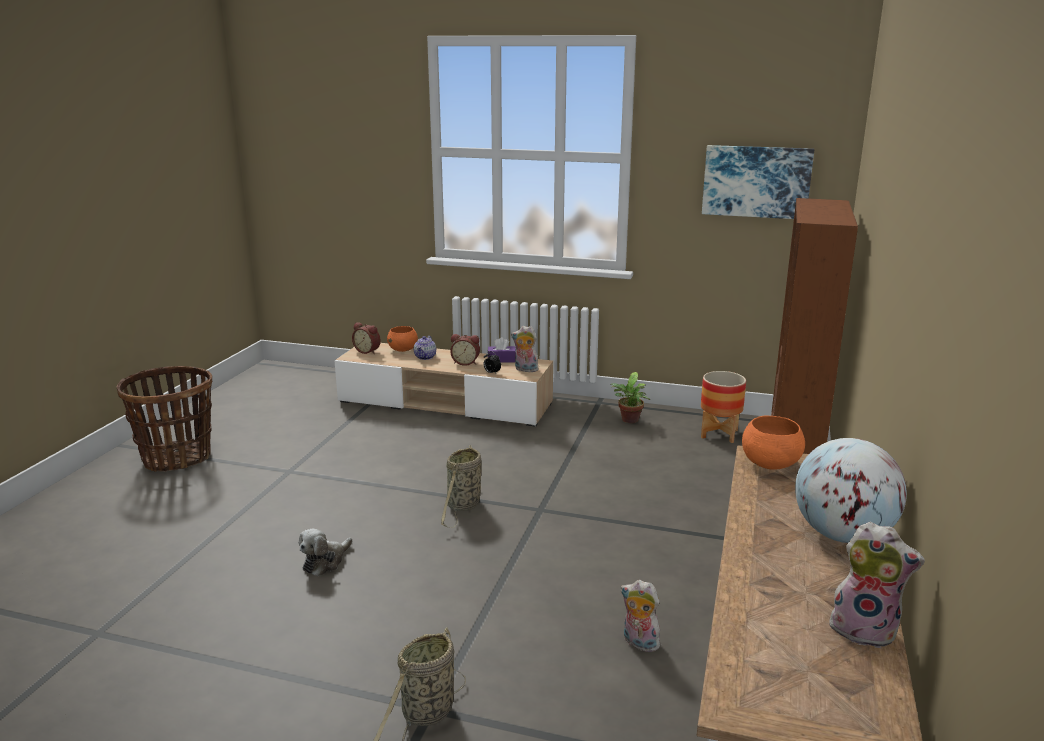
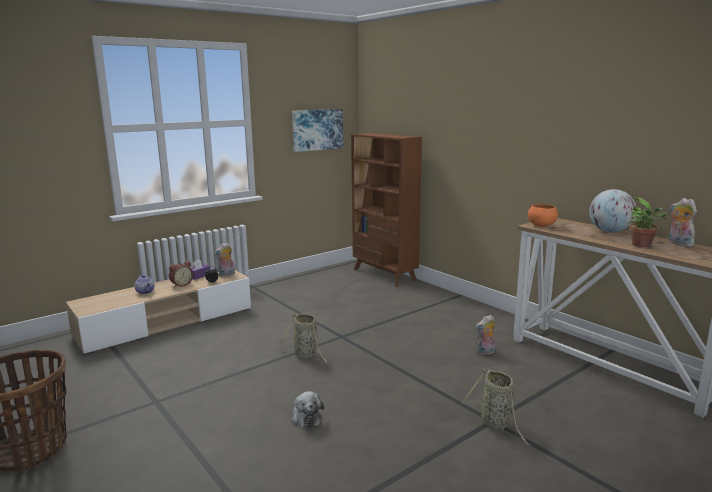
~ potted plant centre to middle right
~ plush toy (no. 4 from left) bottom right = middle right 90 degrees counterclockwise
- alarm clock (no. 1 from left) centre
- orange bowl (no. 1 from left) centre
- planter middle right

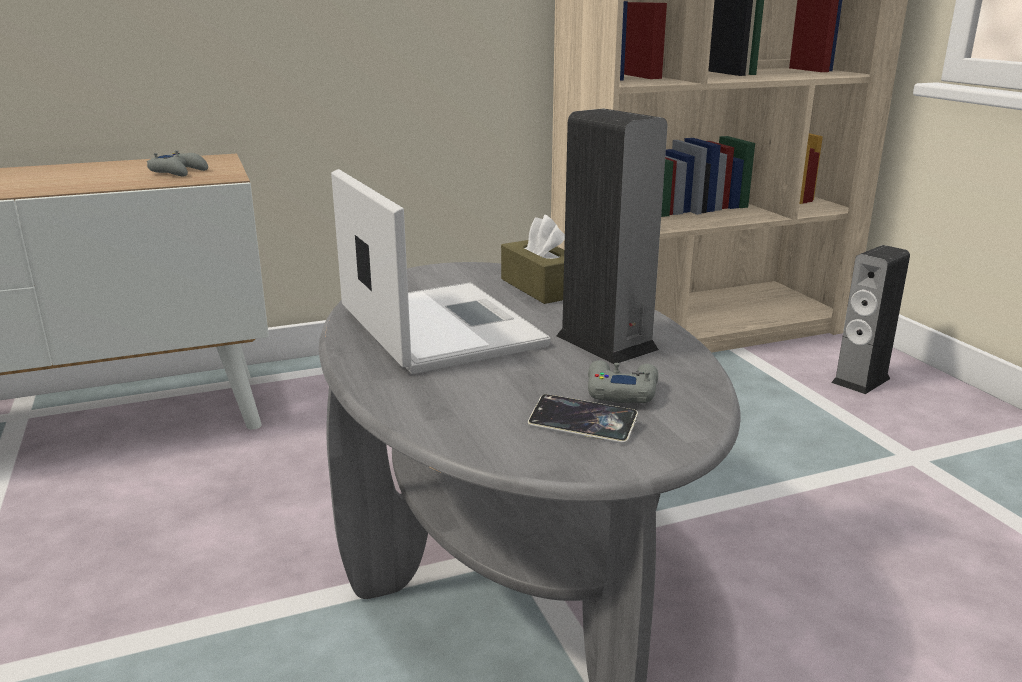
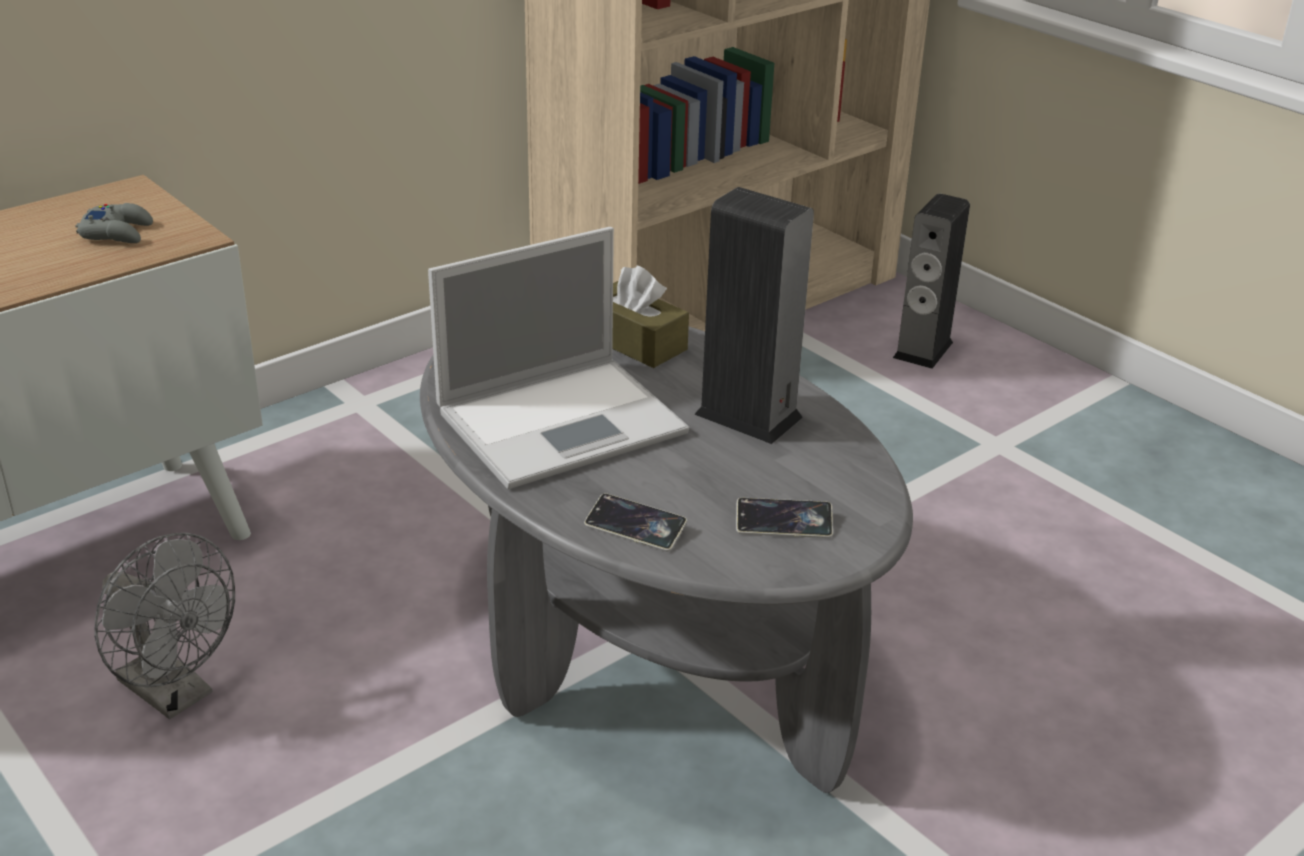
+ grey fan bottom left
~ laptop centre = centre 105 degrees clockwise
+ phone (no. 1 from left) centre
- grey game controller (no. 2 from left) centre

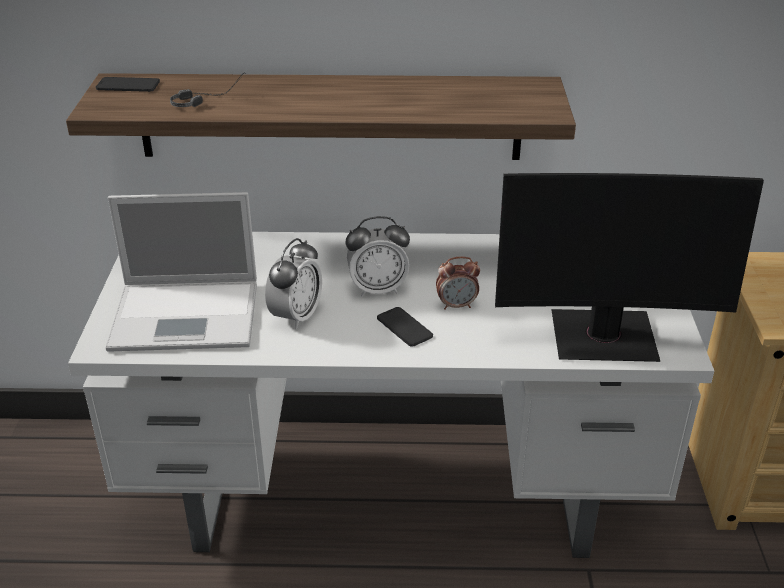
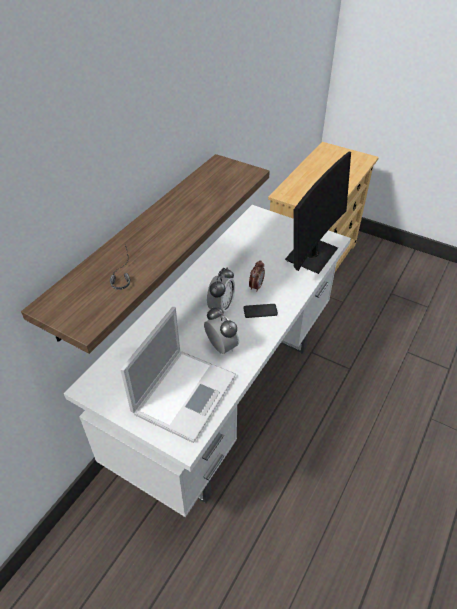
- phone (no. 1 from left) top left

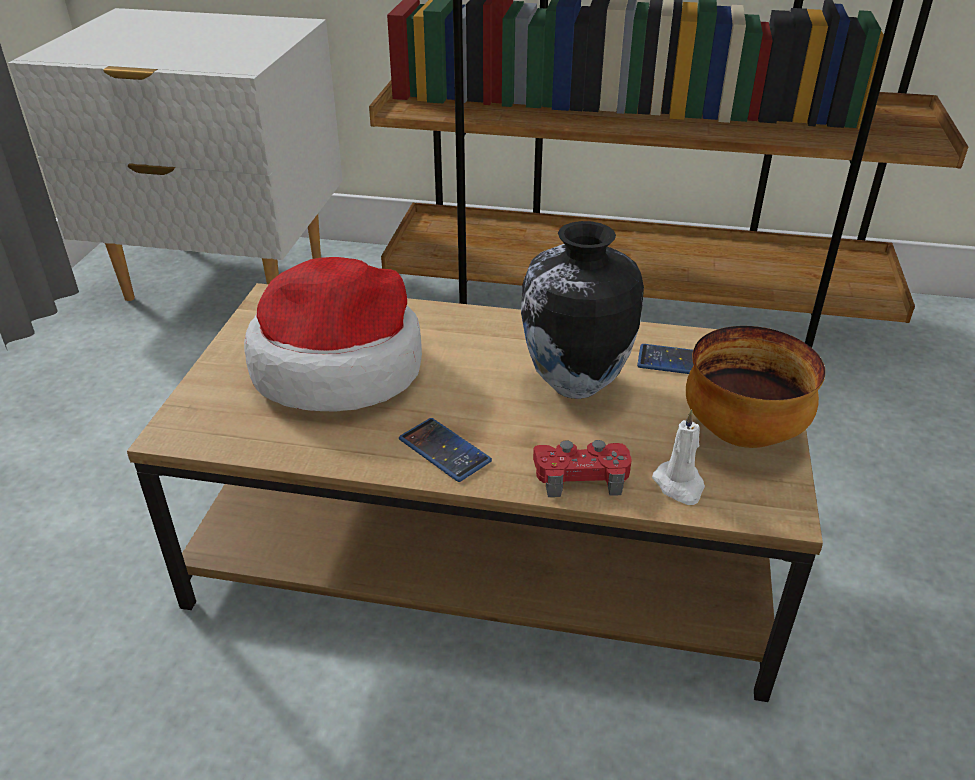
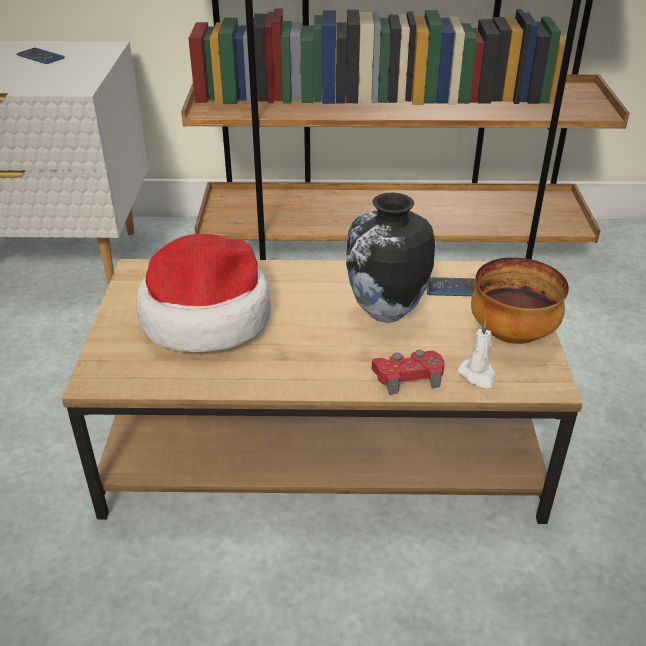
~ phone (no. 1 from left) centre to top left

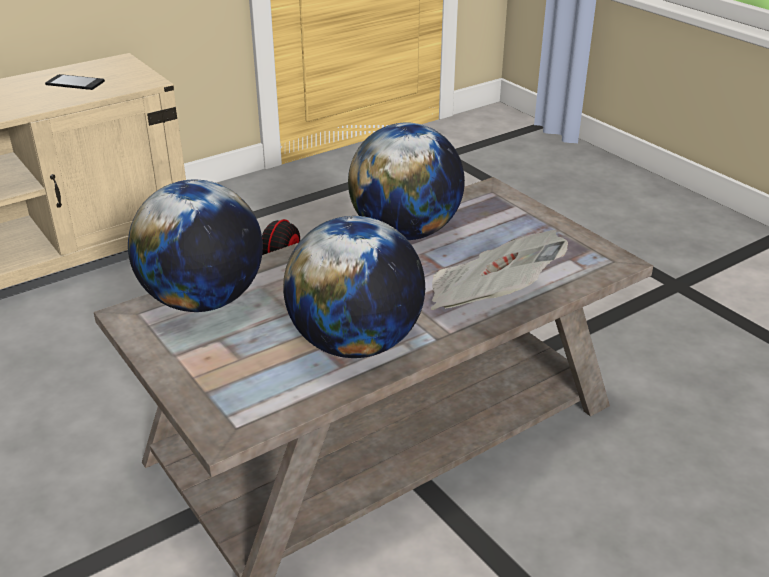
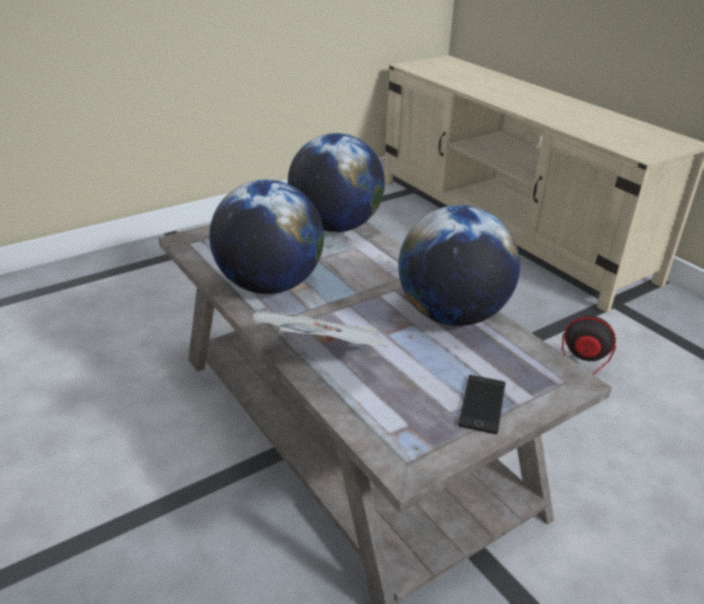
~ phone top left to bottom right

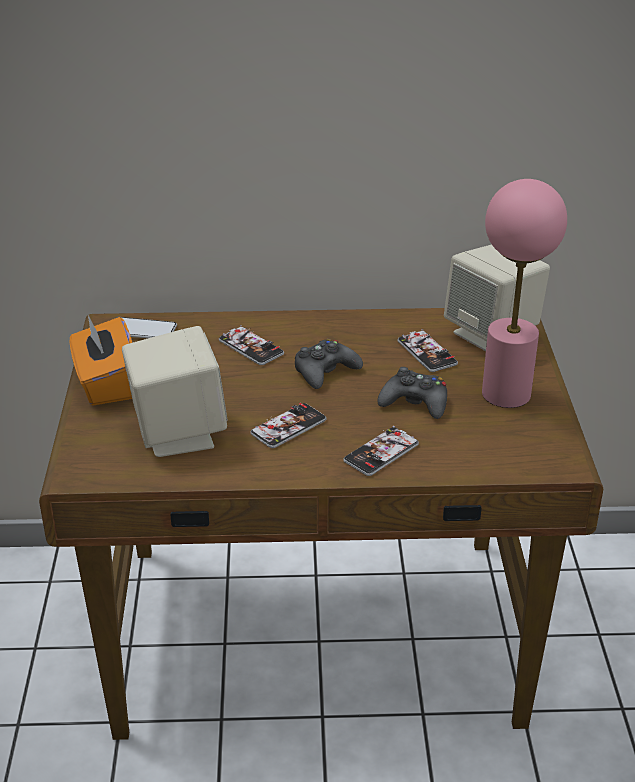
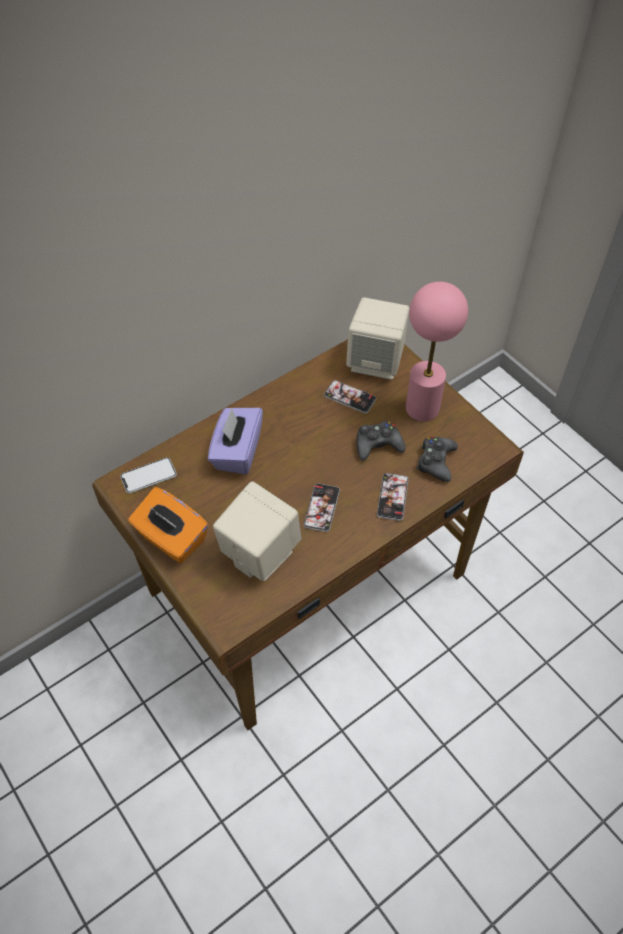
~ phone (no. 2 from left) centre to purple tissue box centre
~ black game controller (no. 1 from left in the first image) centre to black game controller (no. 2 from left) middle right

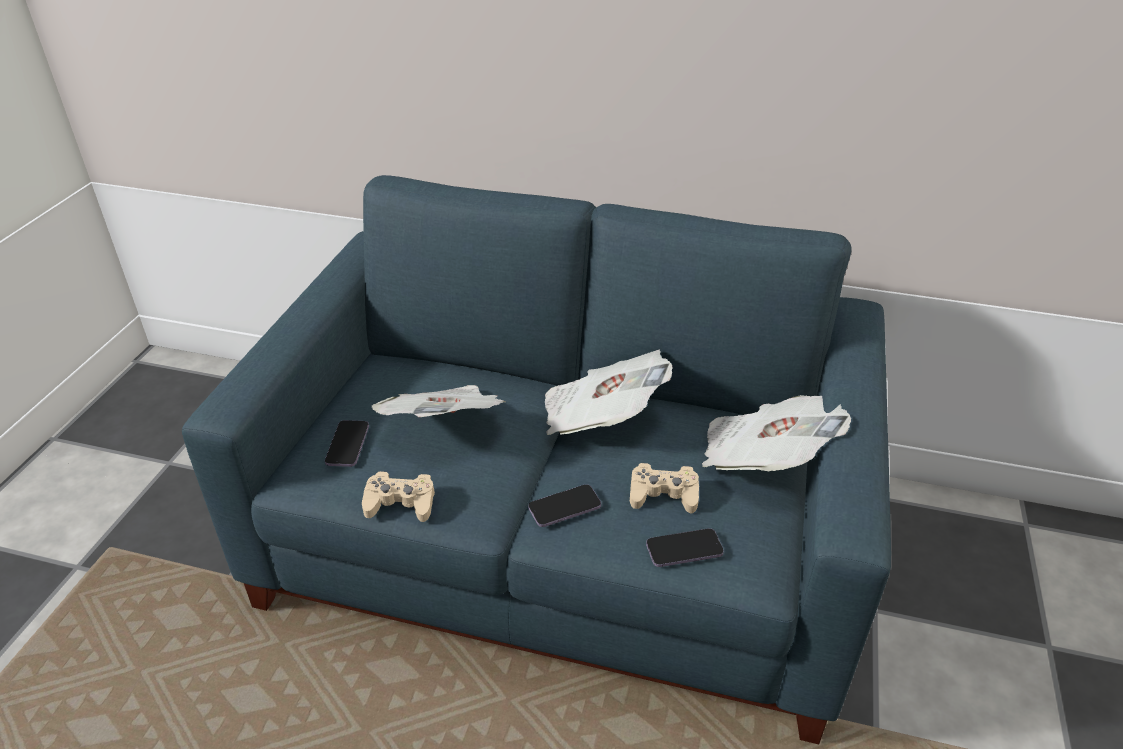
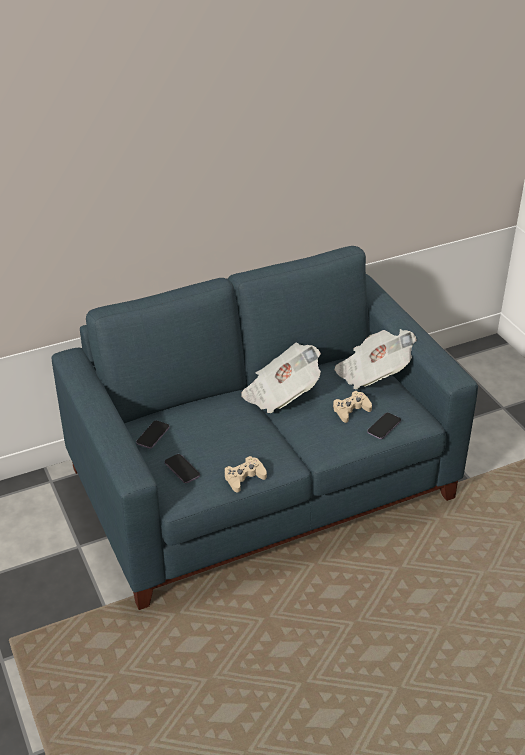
~ phone (no. 2 from left in the first image) bottom centre to phone (no. 1 from left) middle left
- newspaper (no. 1 from left) centre

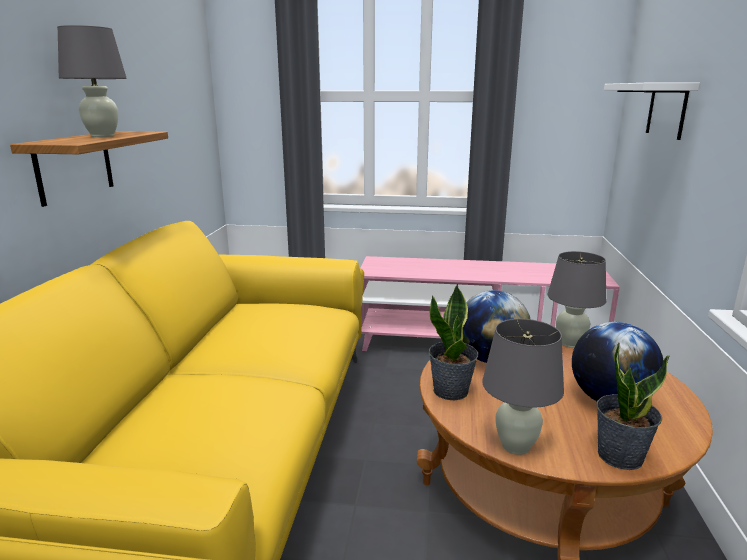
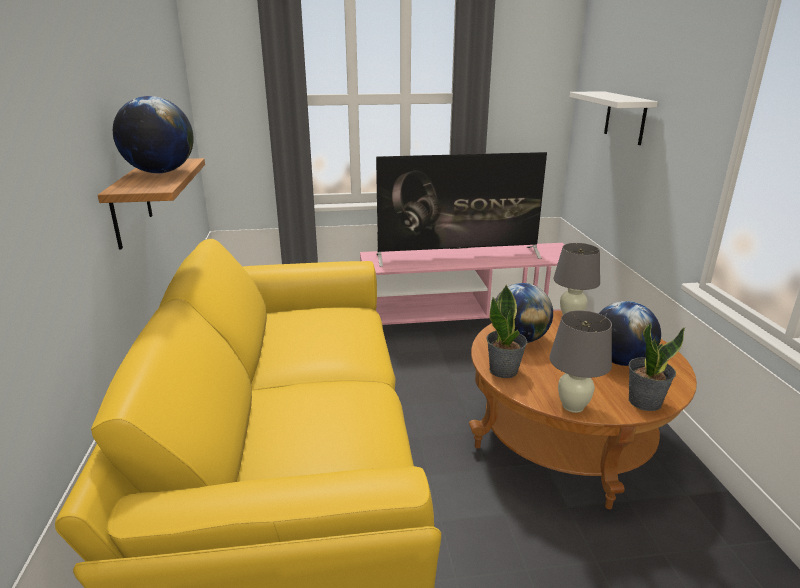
~ grey table lamp (no. 1 from left) top left to globe (no. 1 from left) top left
+ television centre

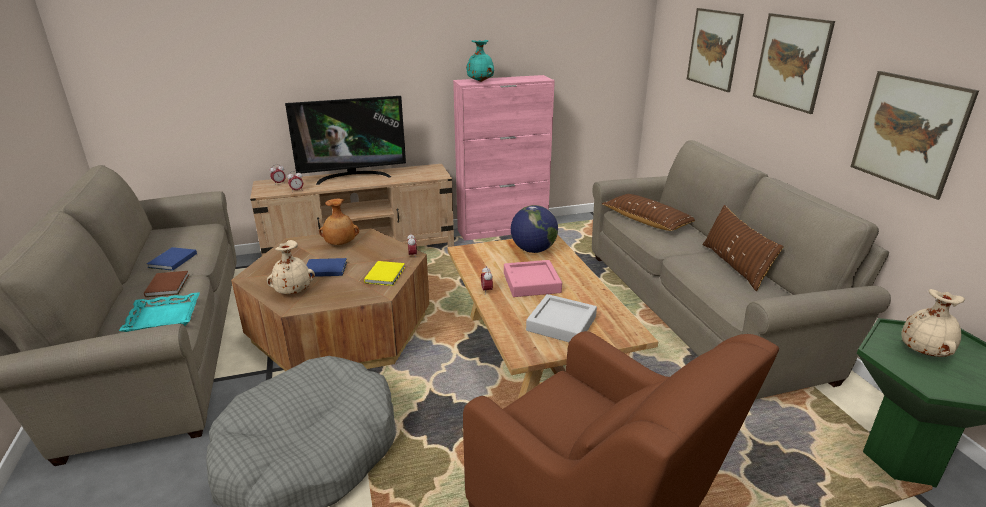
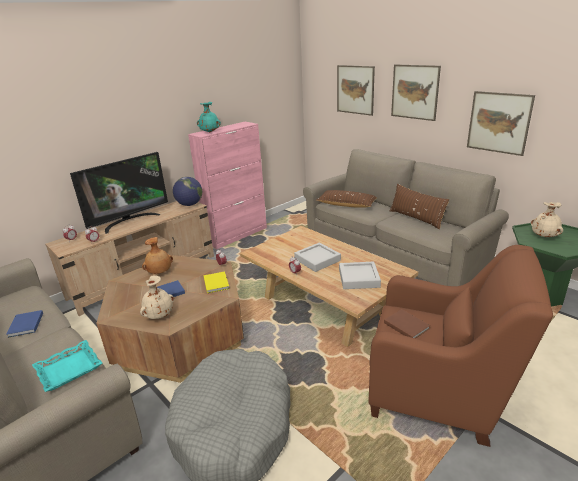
~ globe centre to middle left
~ pink tray centre to grey tray (no. 1 from left) centre
~ brown book middle left to bottom right

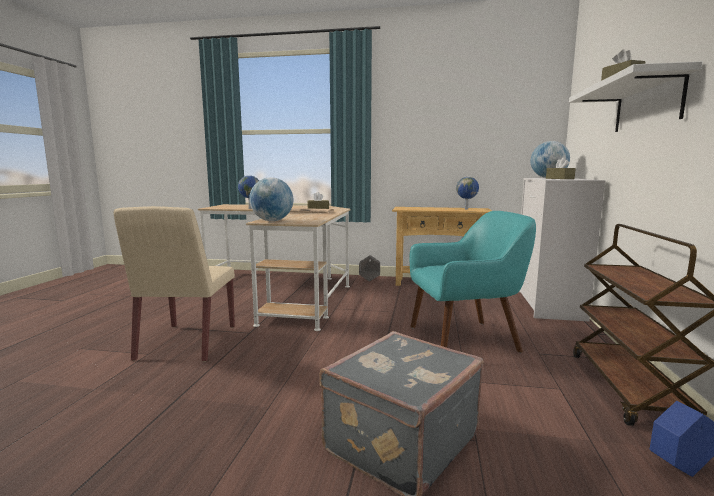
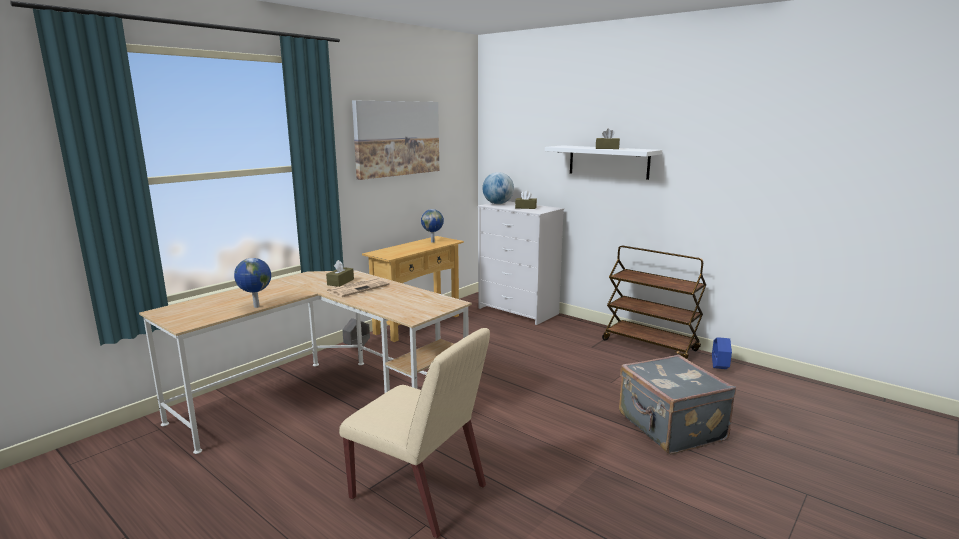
+ picture top centre
- globe (no. 2 from left) centre
- turquoise armchair centre

